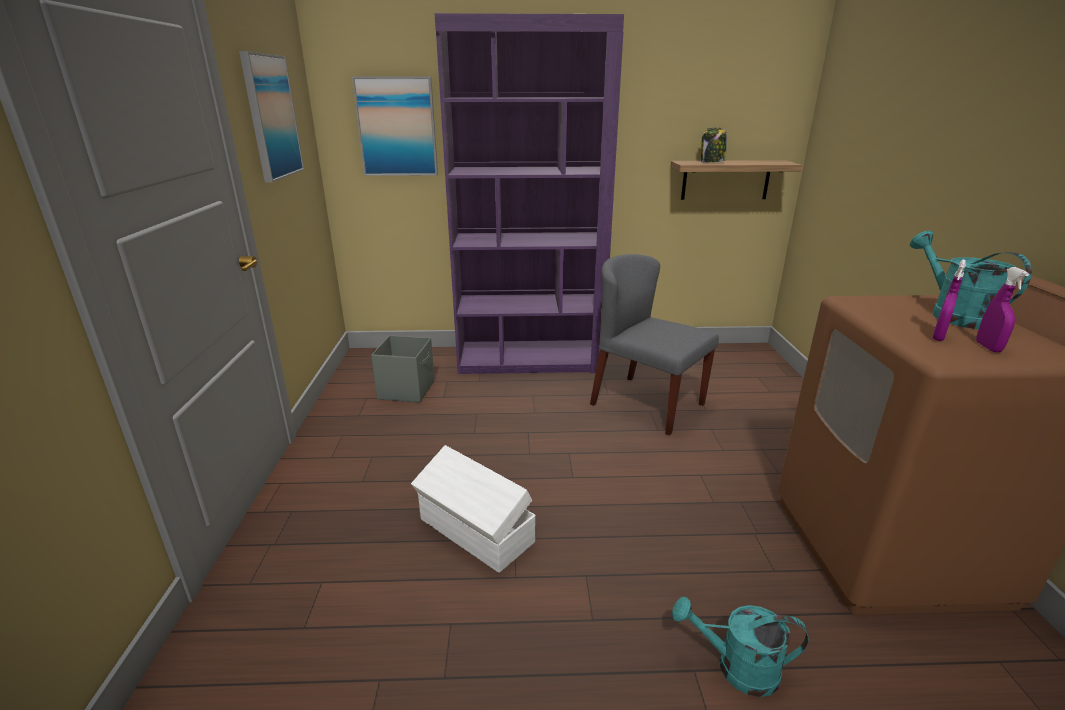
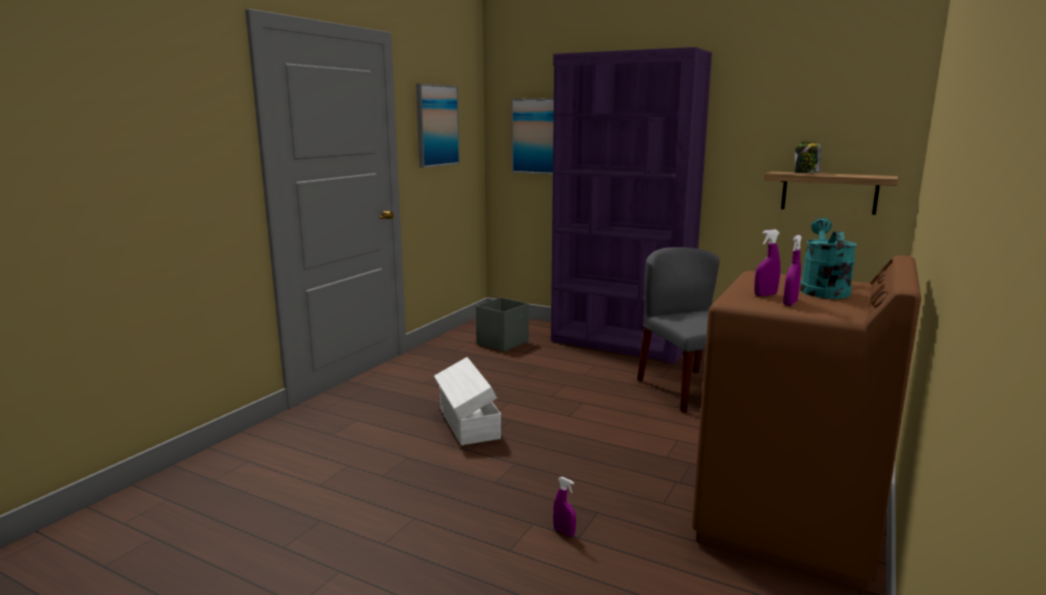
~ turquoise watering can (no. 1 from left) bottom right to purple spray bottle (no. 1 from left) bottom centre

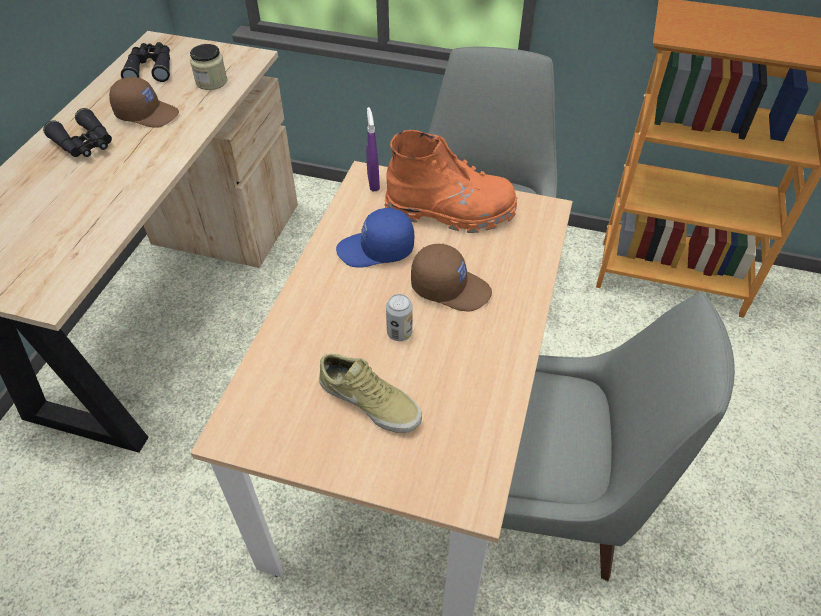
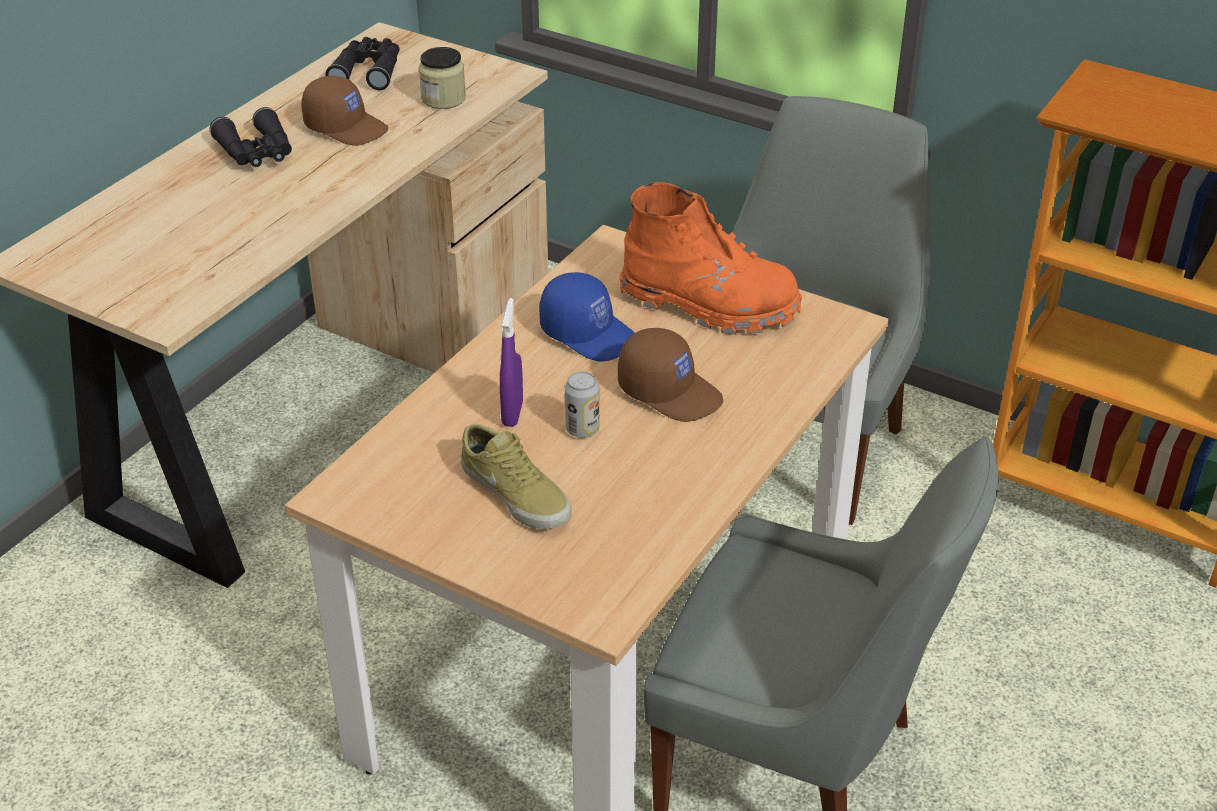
~ purple spray bottle top centre to centre
~ blue cap centre = centre 150 degrees counterclockwise

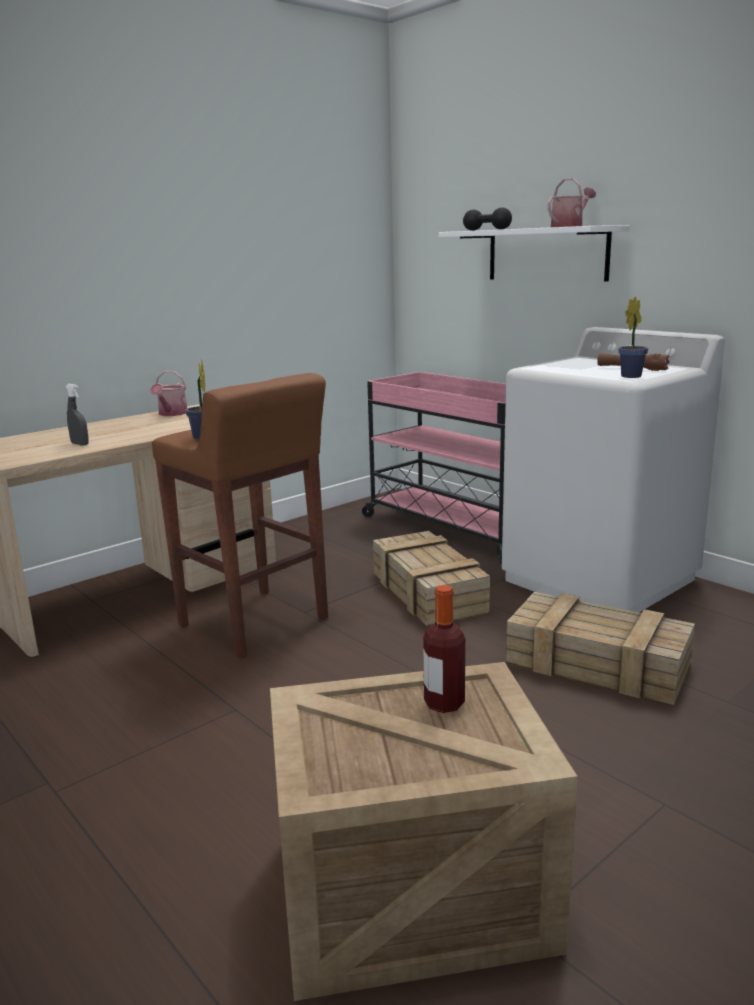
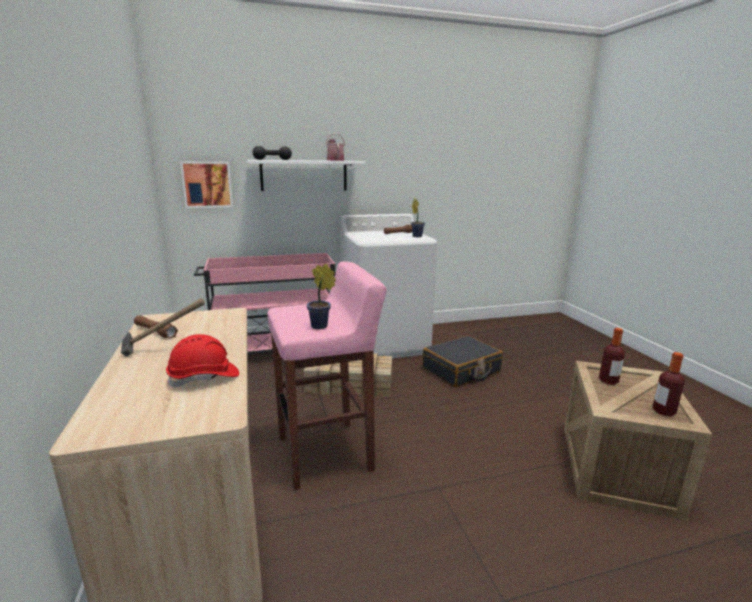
+ hammer middle left
~ watering can (no. 1 from left) middle left to brown flashlight (no. 1 from left) middle left
~ grey spray bottle middle left to red hard hat middle left
+ picture top left
~ brown stool middle left to pink stool centre
~ crate (no. 3 from left) middle right to black suitcase centre
+ bottle (no. 2 from left) middle right

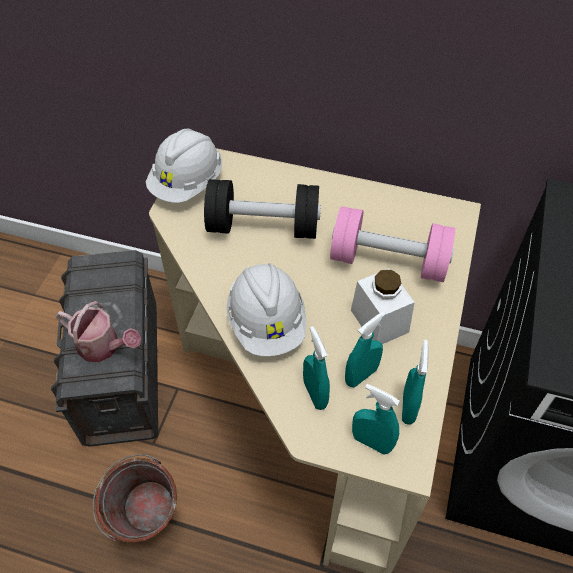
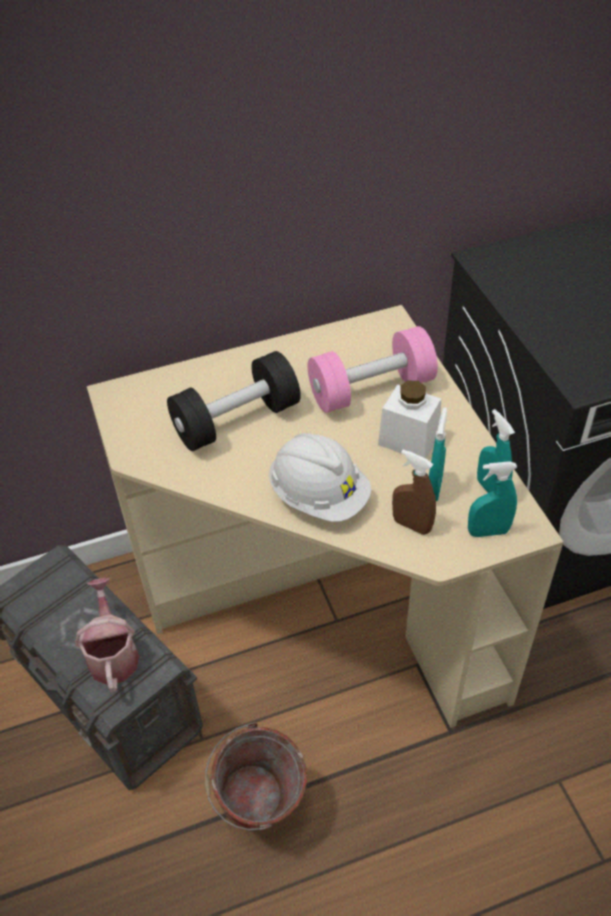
~ watering can middle left = bottom left 90 degrees counterclockwise
~ turquoise spray bottle (no. 1 from left) centre to brown spray bottle middle right
- white hard hat (no. 1 from left) top left

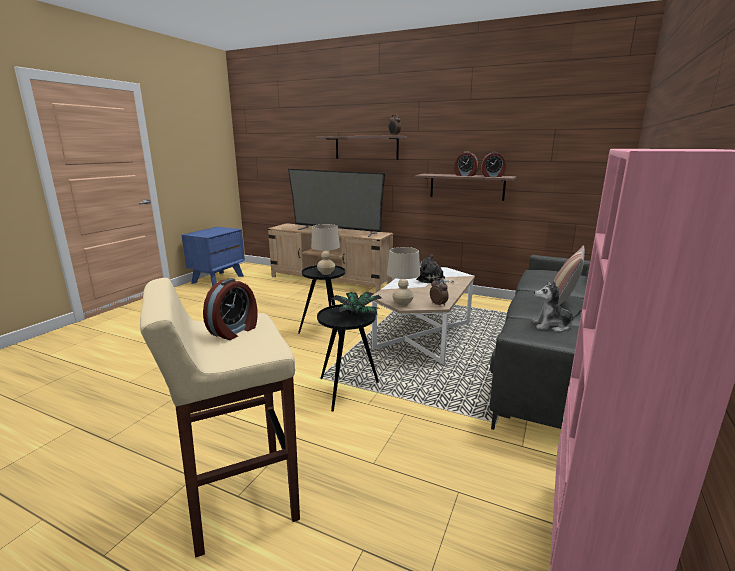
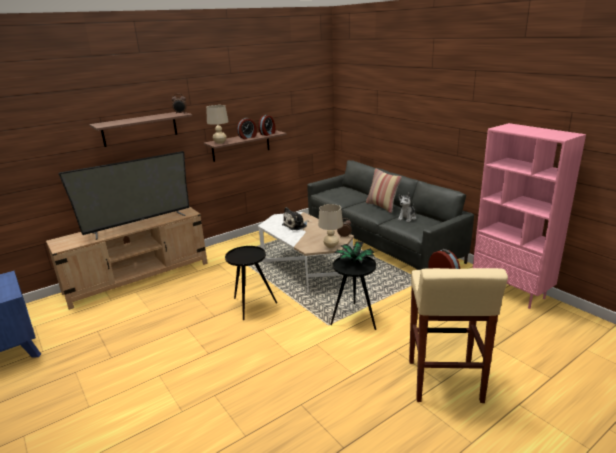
~ beige table lamp (no. 1 from left) centre to top centre

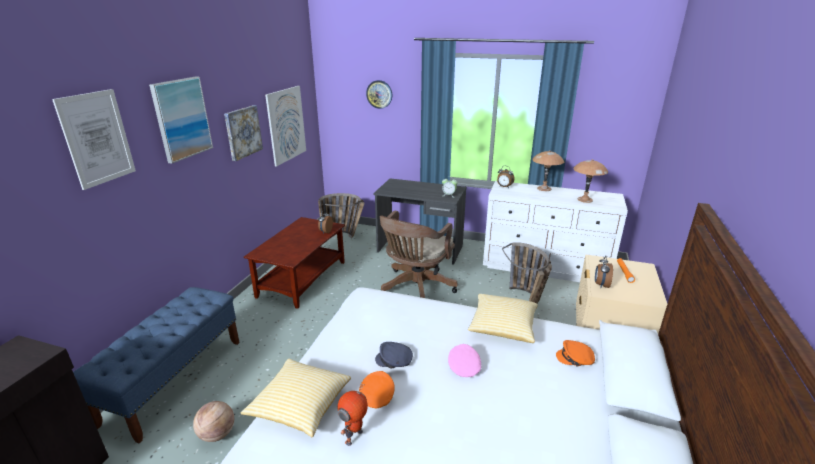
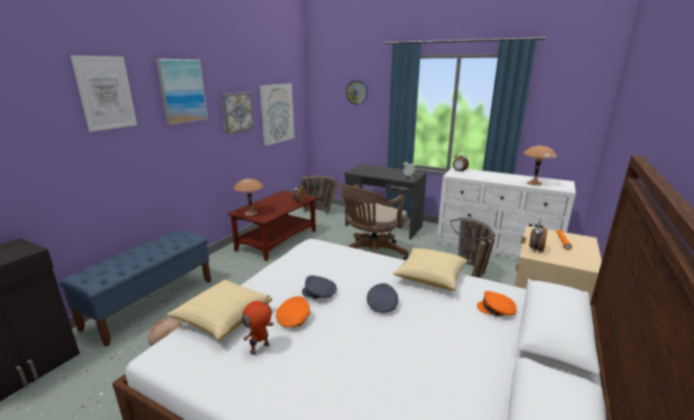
~ brown table lamp (no. 1 from left) middle right to centre
~ pink cap bottom centre to grey cap (no. 2 from left) bottom centre

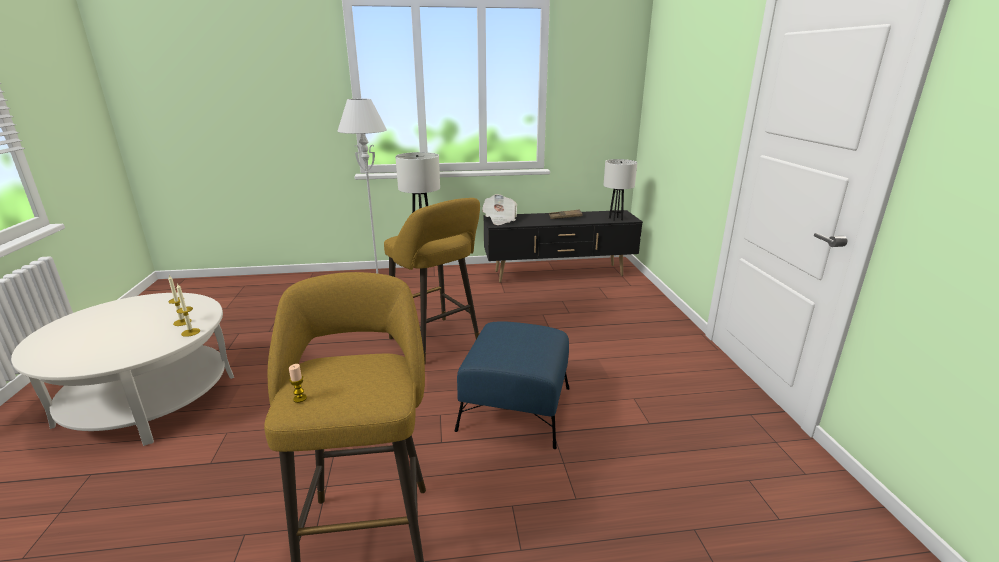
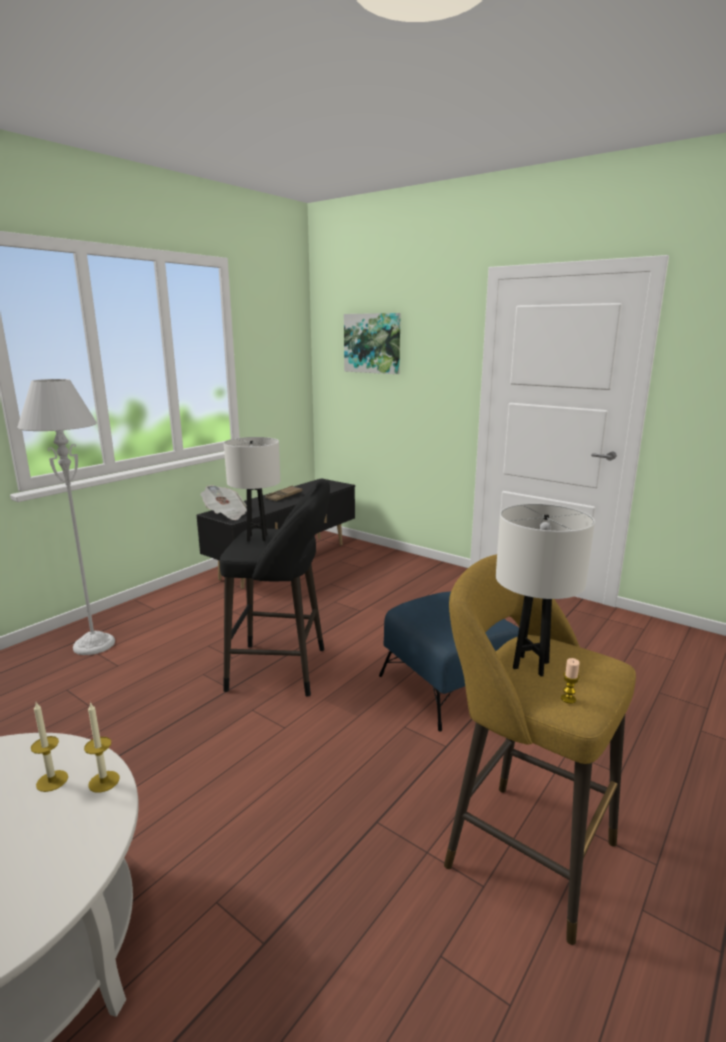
~ yellow stool (no. 2 from left) centre to black stool centre
+ picture top centre
~ white table lamp (no. 2 from left) centre to middle right

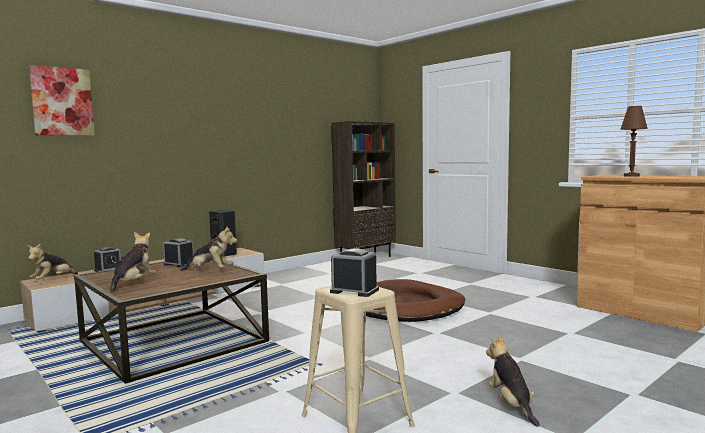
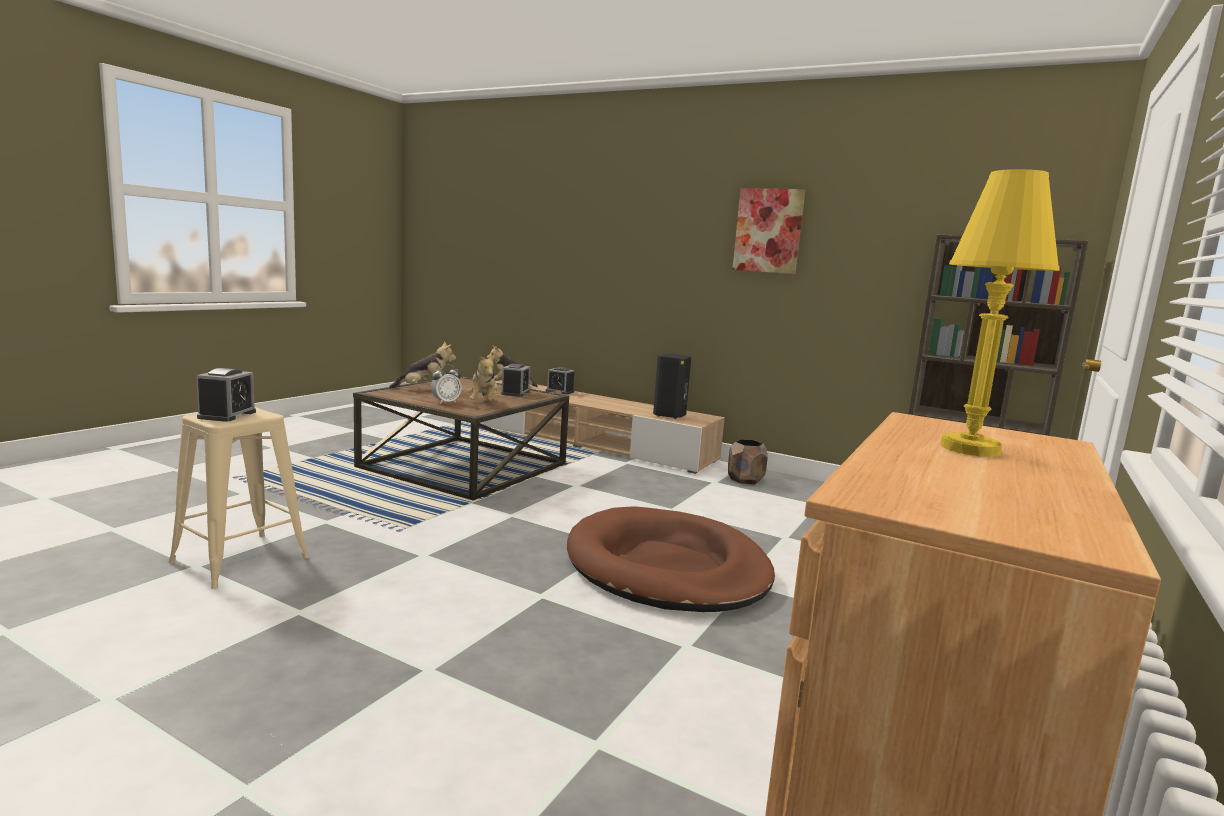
+ alarm clock (no. 2 from left) centre
+ brown planter centre
~ picture top left to top centre
~ brown table lamp top right to yellow table lamp middle right
- plush toy (no. 4 from left) bottom right

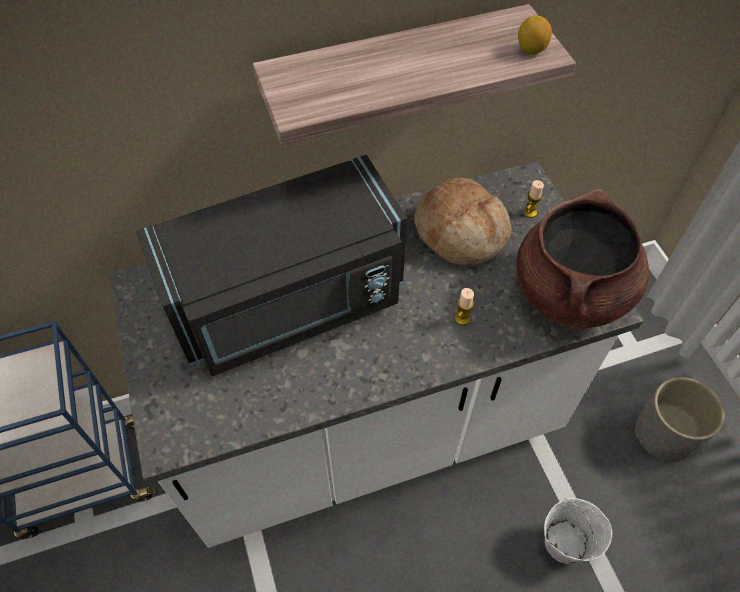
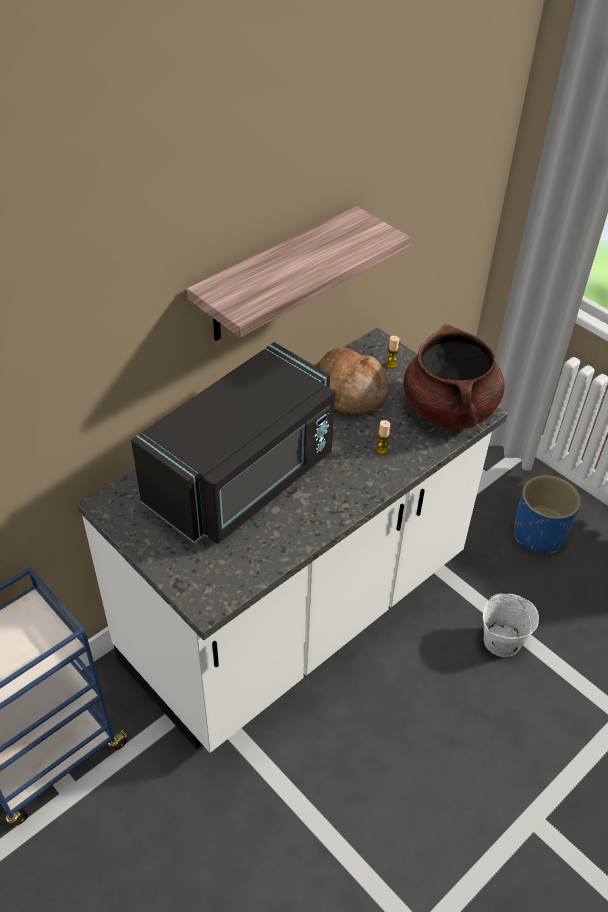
~ grey planter bottom right to blue planter middle right
- lemon top right

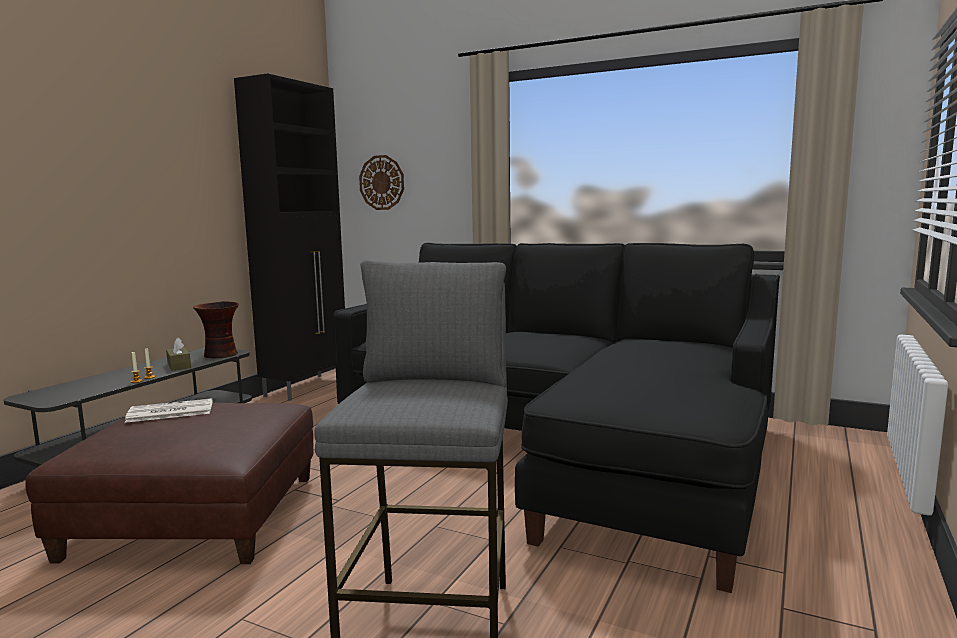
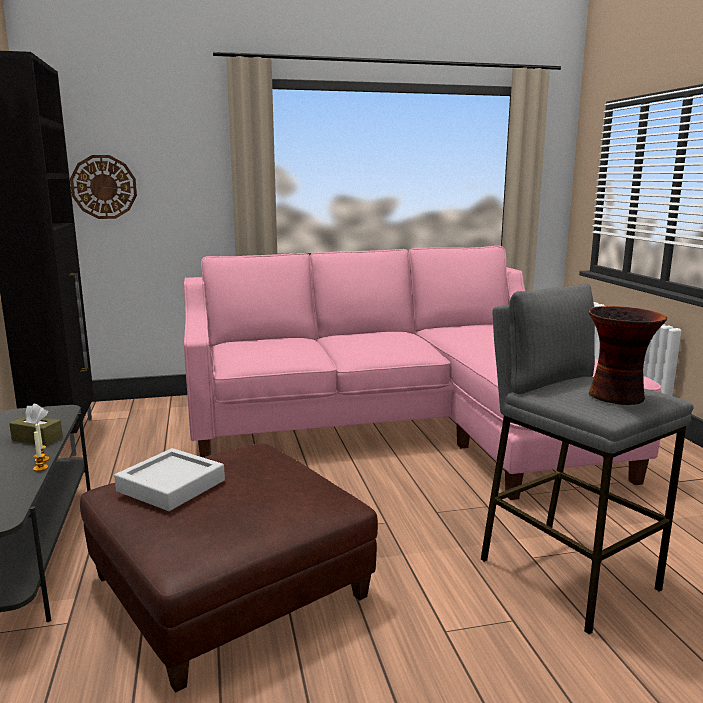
~ newspaper middle left to grey tray bottom left
~ black sofa centre to pink sofa centre
~ vase middle left to middle right

